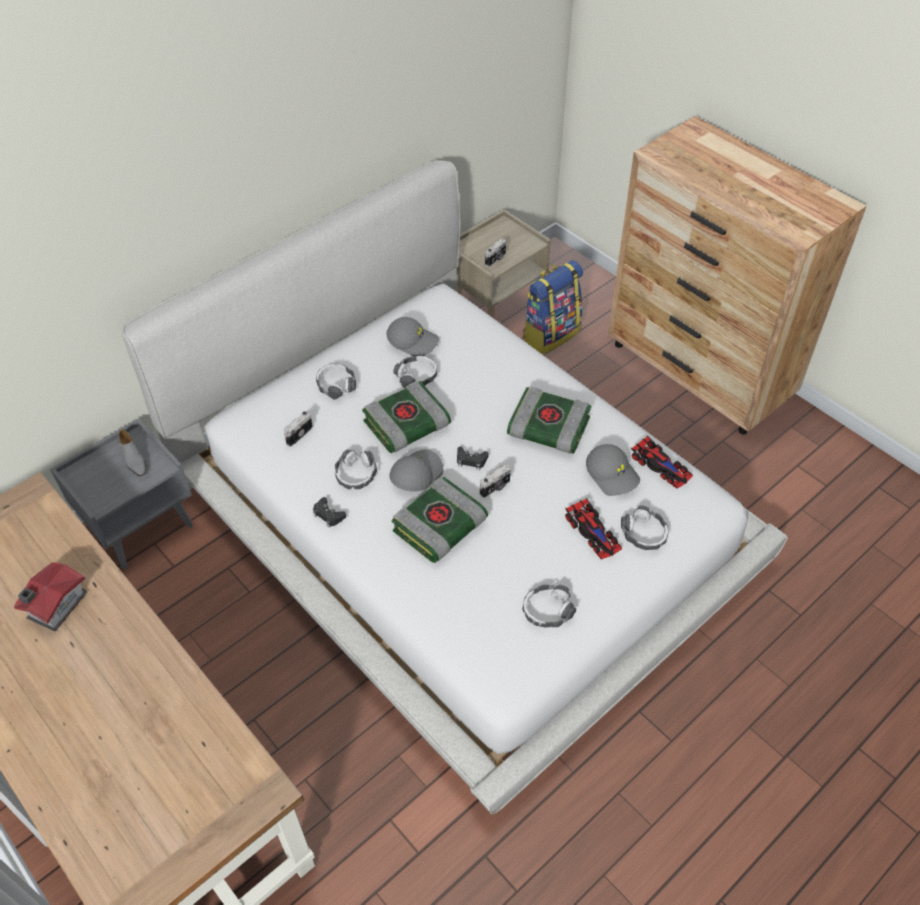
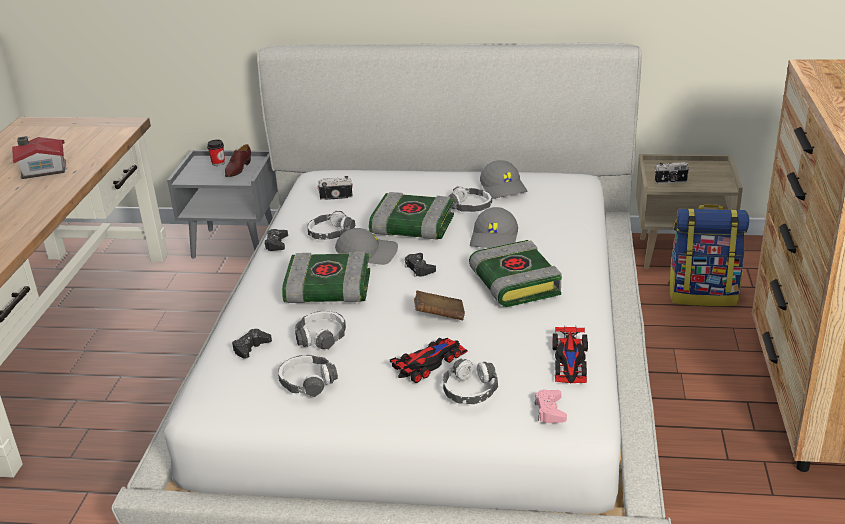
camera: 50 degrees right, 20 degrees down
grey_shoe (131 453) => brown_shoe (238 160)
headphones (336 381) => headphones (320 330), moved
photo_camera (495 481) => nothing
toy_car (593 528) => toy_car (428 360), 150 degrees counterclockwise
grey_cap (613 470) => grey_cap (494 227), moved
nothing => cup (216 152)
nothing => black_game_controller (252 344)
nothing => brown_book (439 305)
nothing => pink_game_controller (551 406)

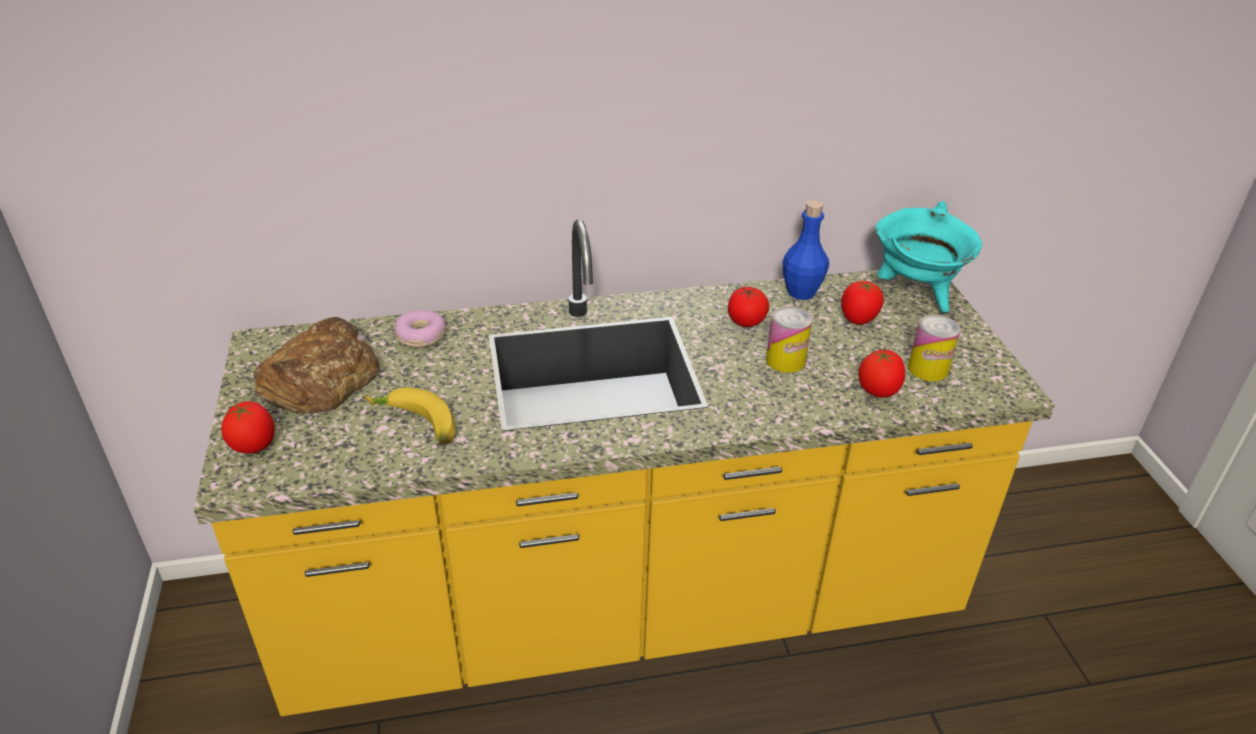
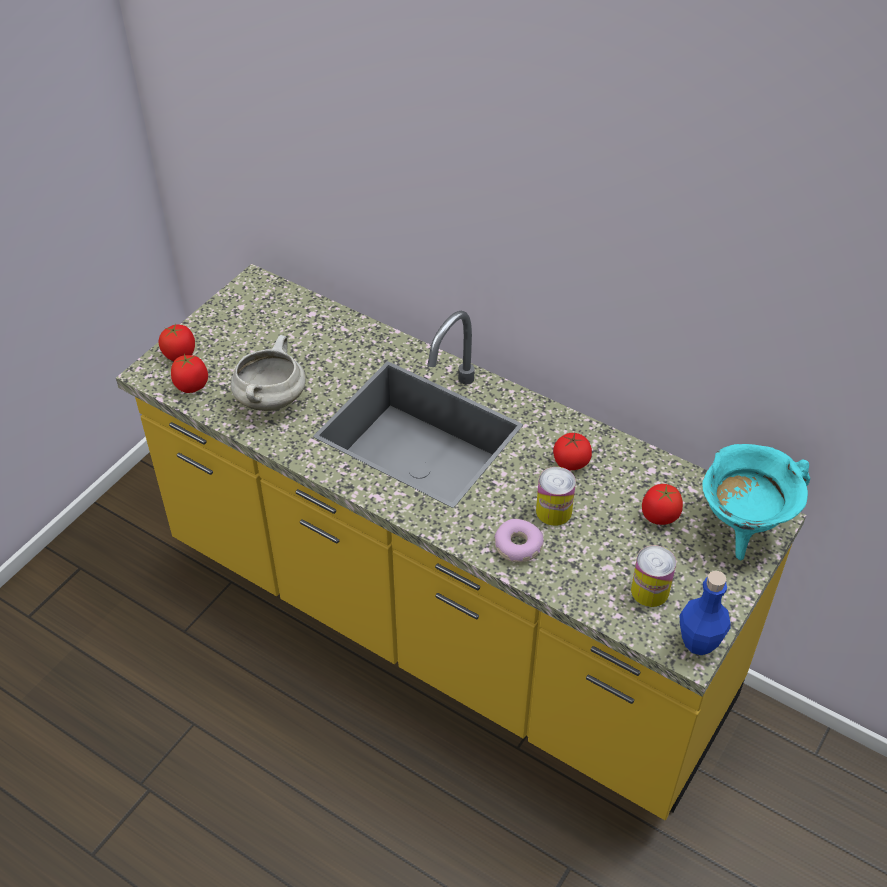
camera: 45 degrees right, 10 degrees up
bread (316 365) => nothing
banana (410 415) => white_cooking_pot (268 373)
donut (421 329) => donut (518 540), moved
blue_bottle (806 250) => blue_bottle (705 612), moved
tomato (881 373) => tomato (189 373), moved

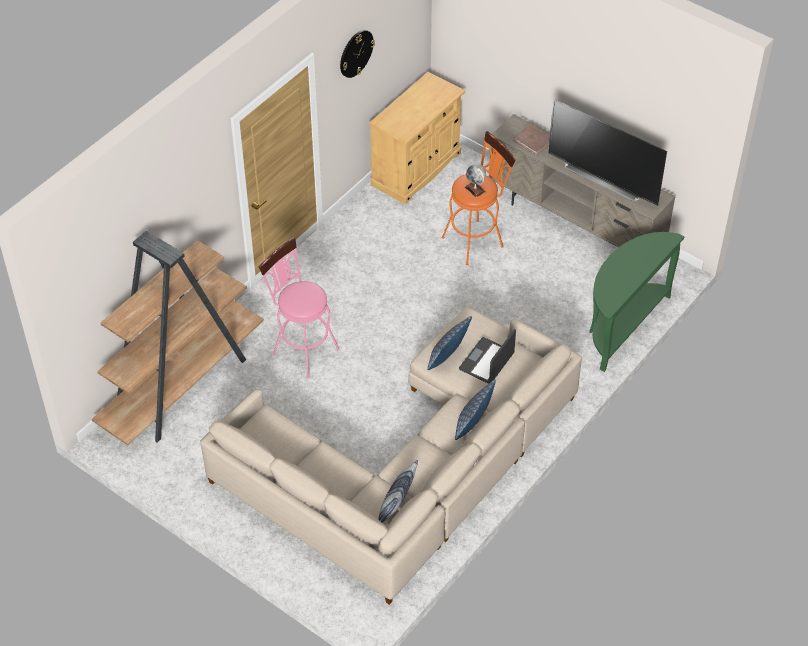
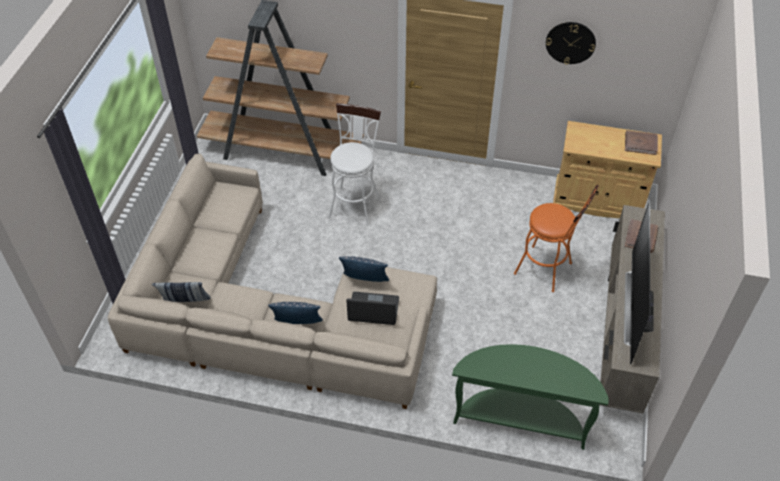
camera: 65 degrees right, 0 degrees up
pink_stool (299 307) => white_stool (355 164)
globe (475 180) => nothing
nothing => brown_book (641 142)

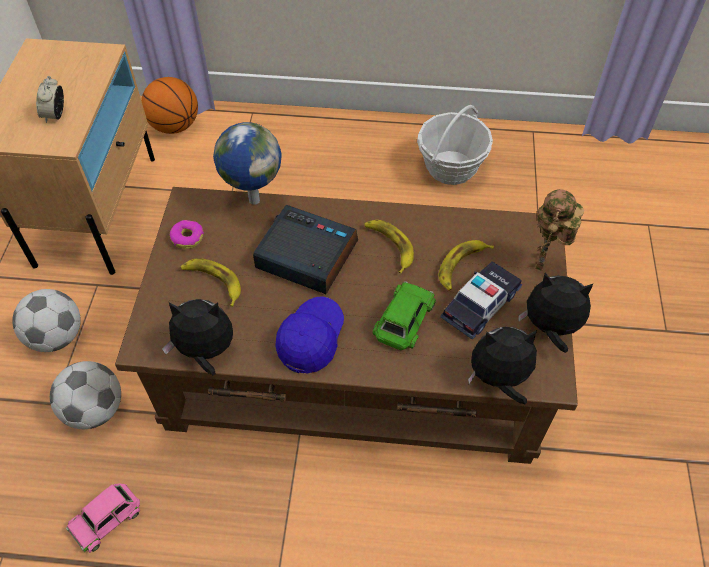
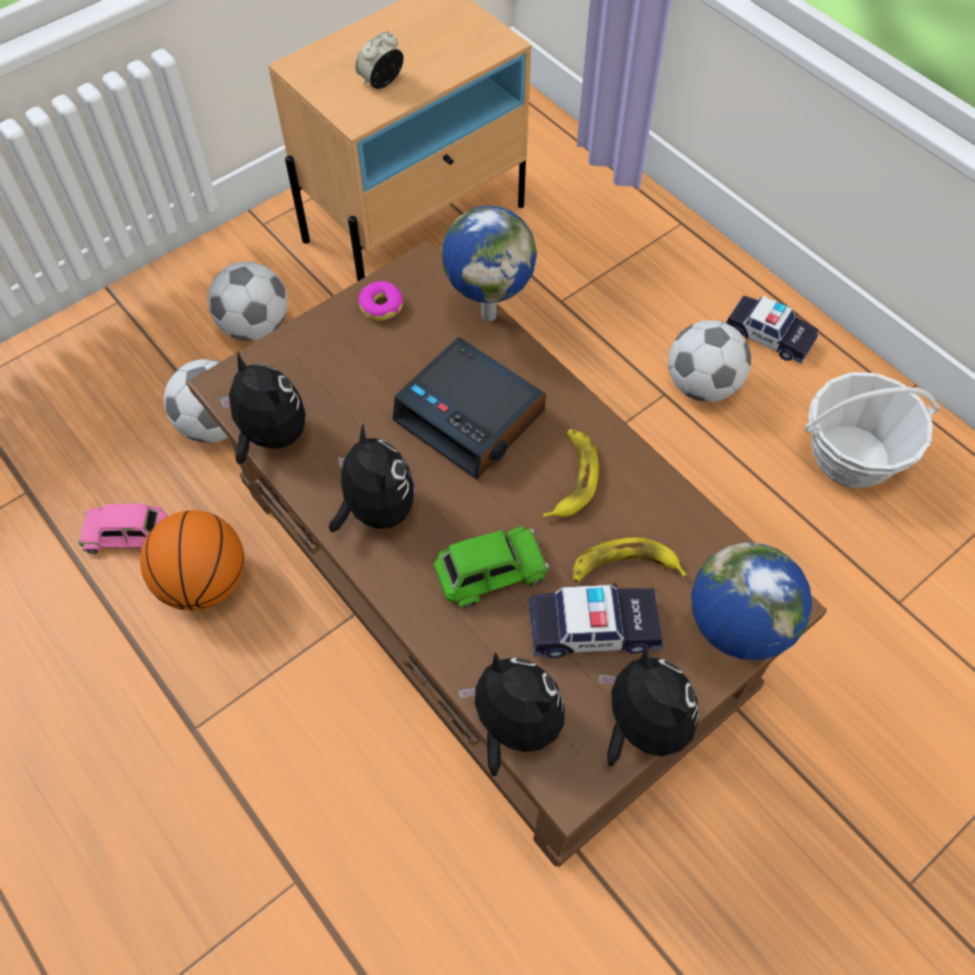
camera: 45 degrees right, 5 degrees up
basketball (169 105) => basketball (192 560), moved
banana (211 282) => nothing
alarm_clock (305 249) => alarm_clock (469 408), 150 degrees clockwise
blue_cap (309 335) => plush_toy (372 477)
toy_robot (559 230) => globe (751 601)
nothing => football (709 361)
nothing => toy_car (772 329)

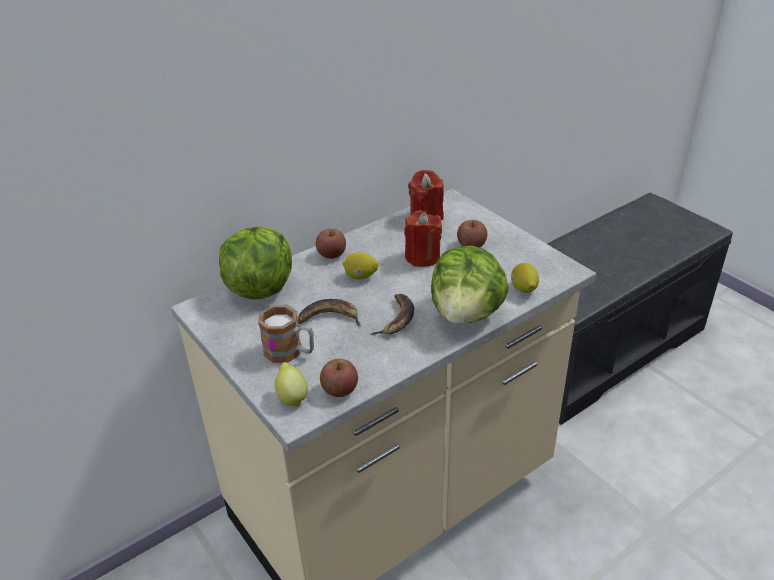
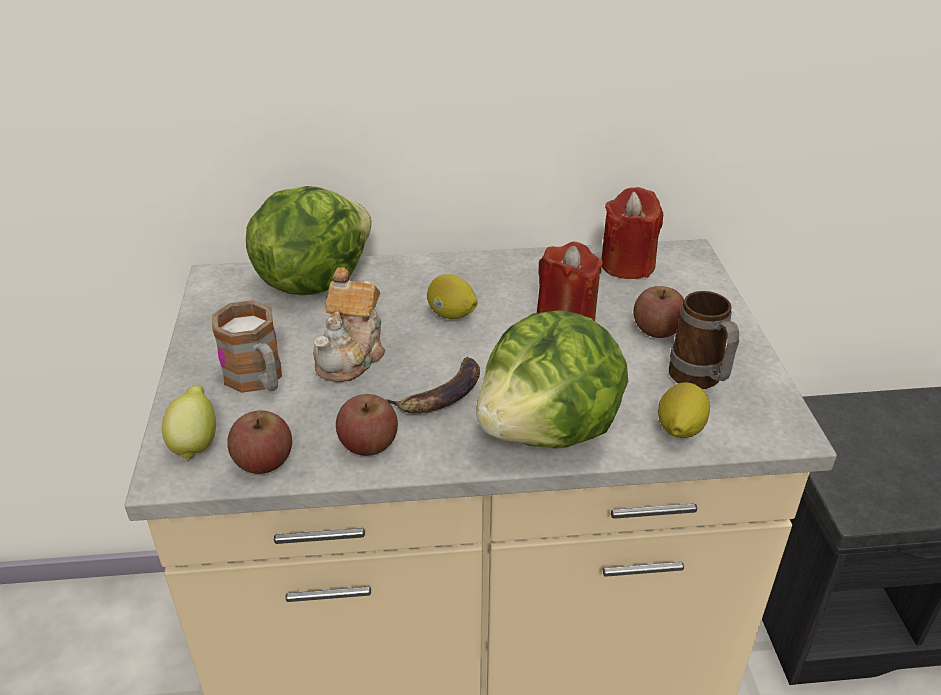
camera: 30 degrees right, 0 degrees up
banana (329 312) => teapot (349 324)
apple (331 244) => apple (367 425), moved
nothing => mug (704 340)

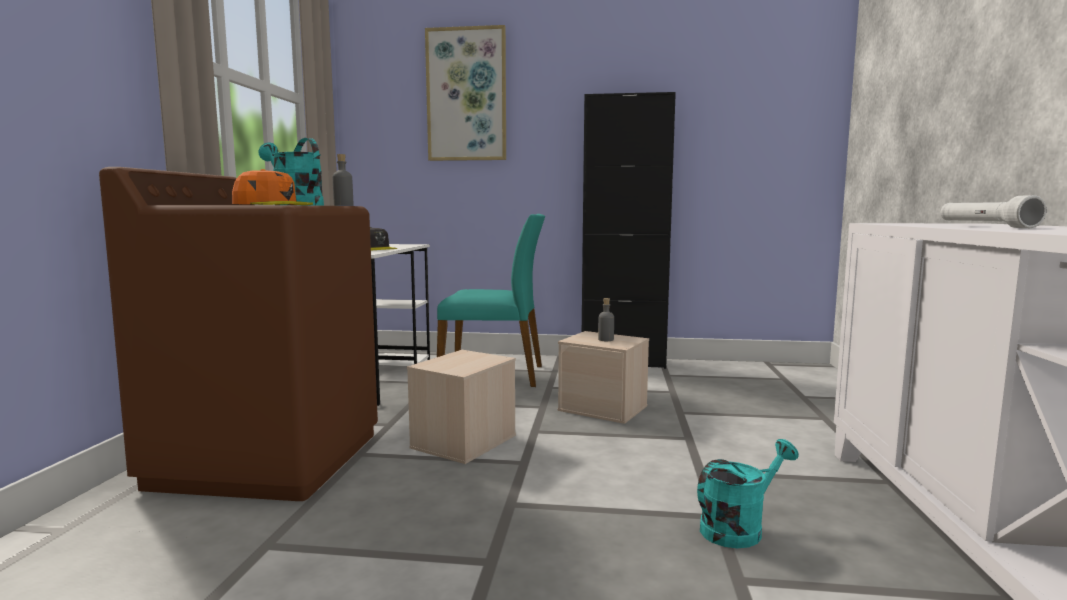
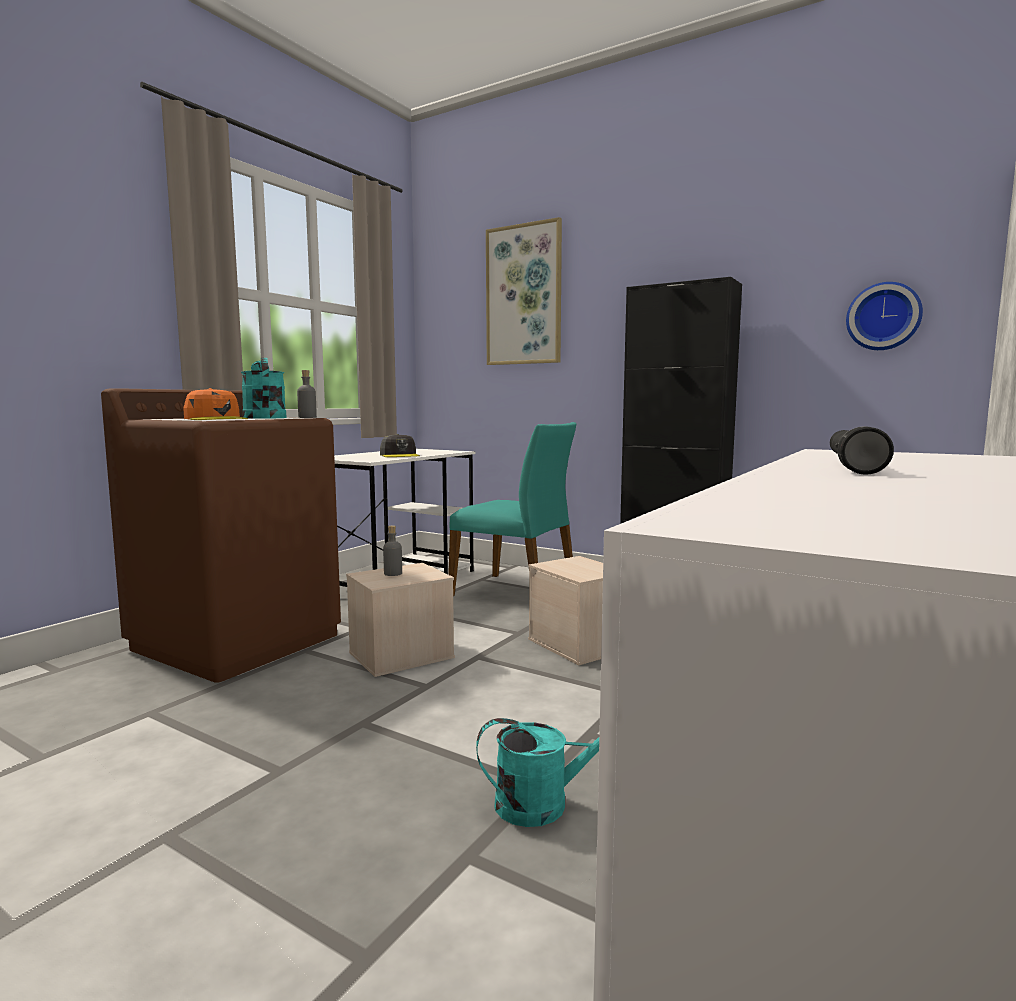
camera: 25 degrees right, 0 degrees up
grey_bottle (606 319) => grey_bottle (392 551), moved
white_flashlight (994 211) => black_flashlight (862 450)
nothing => wall_clock (884 316)

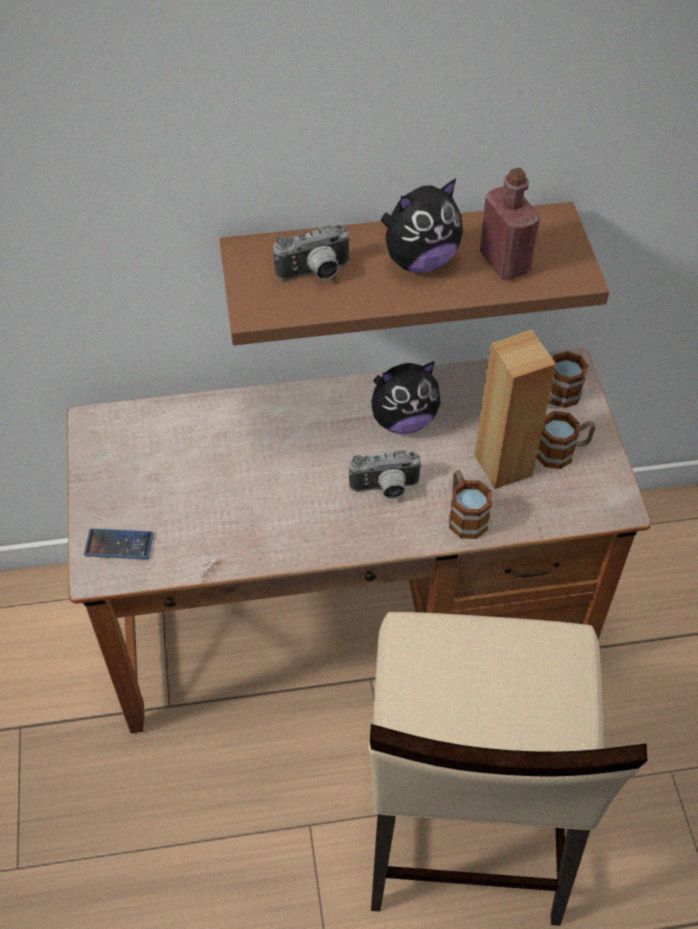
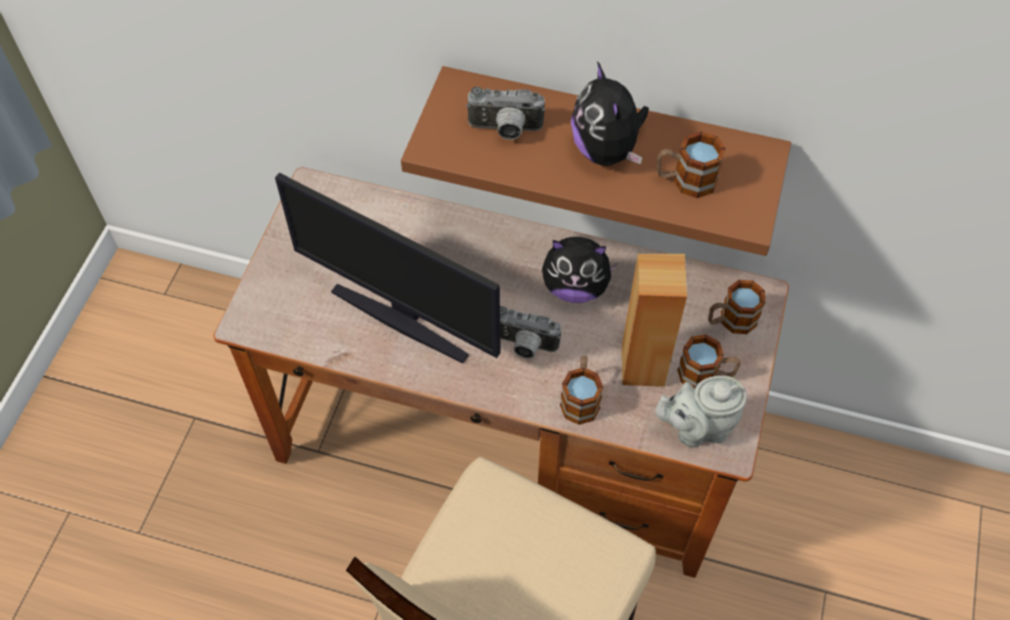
camera: 25 degrees right, 5 degrees up
phone (118 543) => nothing
plush_toy (421 226) => plush_toy (610 113), 75 degrees clockwise
red_bottle (510 223) => mug (691 164)
nothing => monitor (388 268)
nothing => grey_teapot (701 411)

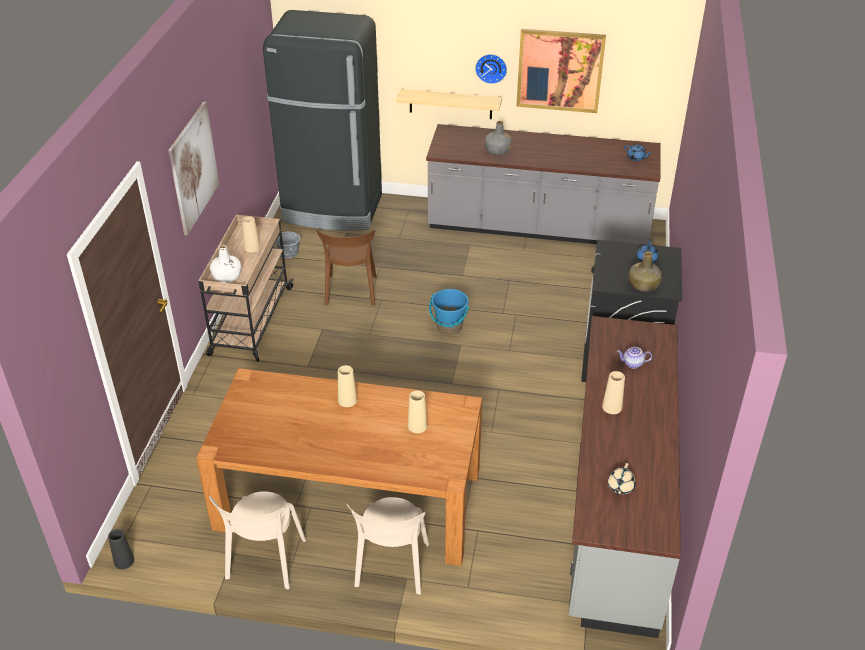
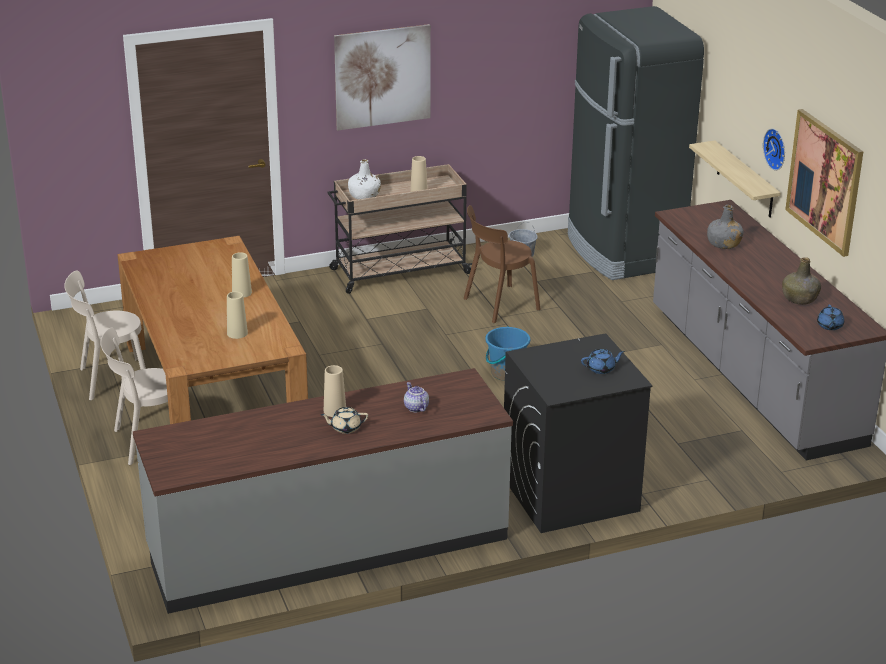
camera: 60 degrees right, 10 degrees down
black_vase (121 549) => nothing
beige_teapot (622 479) => beige_teapot (344 420), moved
green_bottle (645 271) => green_bottle (801 281), moved

